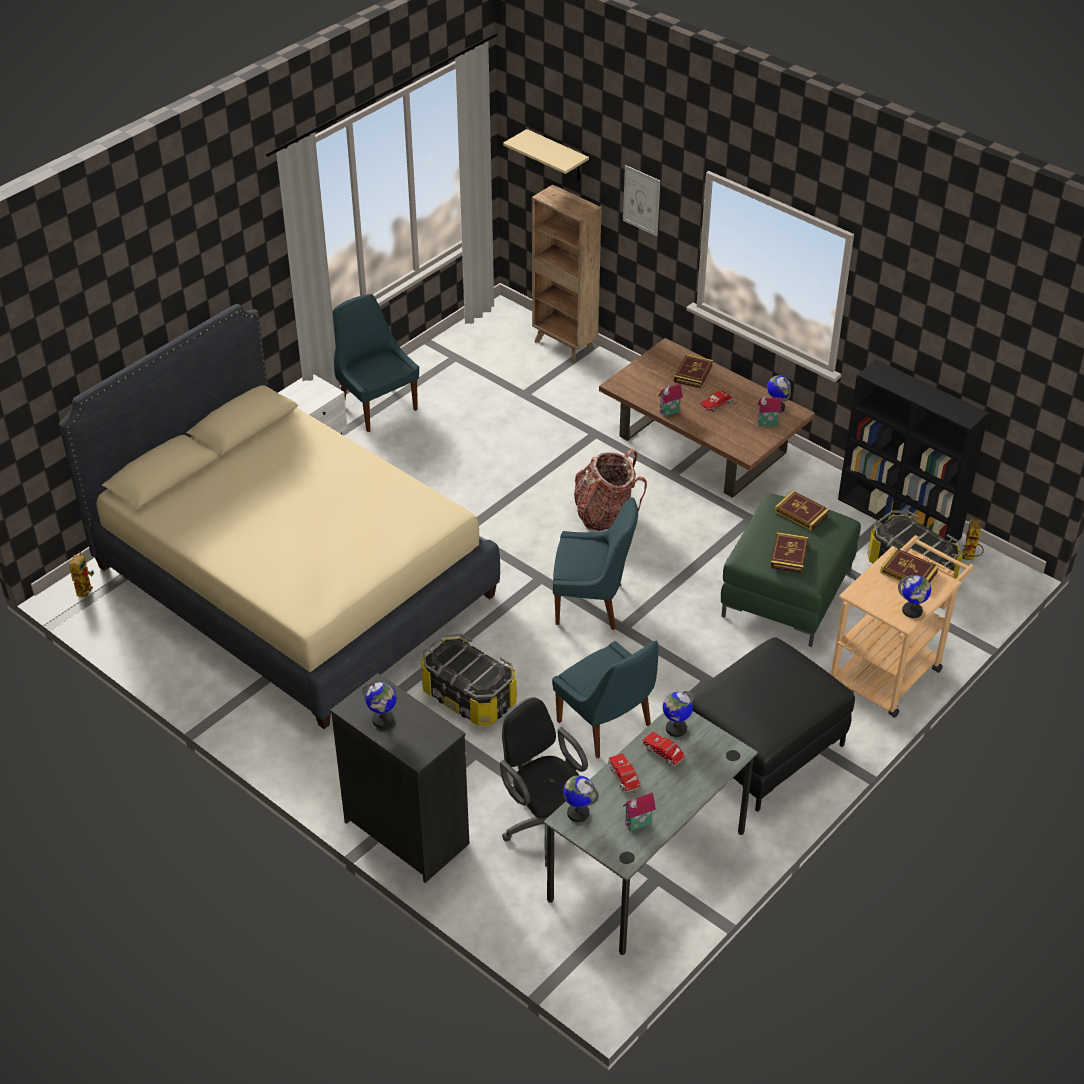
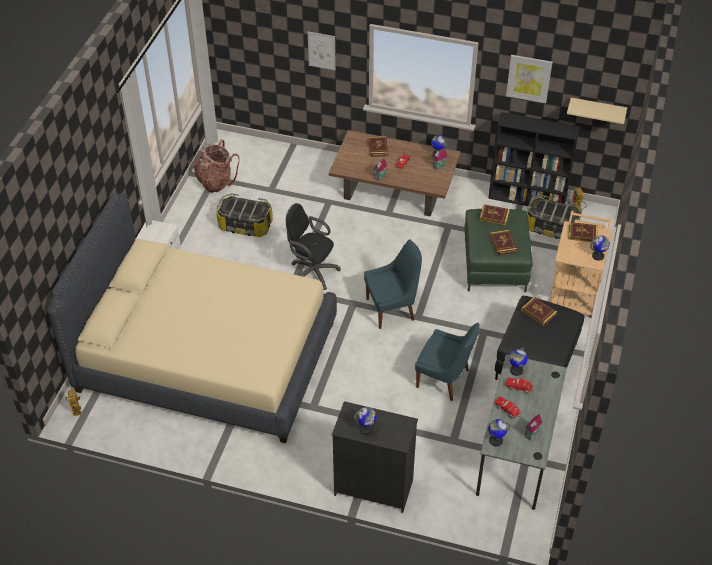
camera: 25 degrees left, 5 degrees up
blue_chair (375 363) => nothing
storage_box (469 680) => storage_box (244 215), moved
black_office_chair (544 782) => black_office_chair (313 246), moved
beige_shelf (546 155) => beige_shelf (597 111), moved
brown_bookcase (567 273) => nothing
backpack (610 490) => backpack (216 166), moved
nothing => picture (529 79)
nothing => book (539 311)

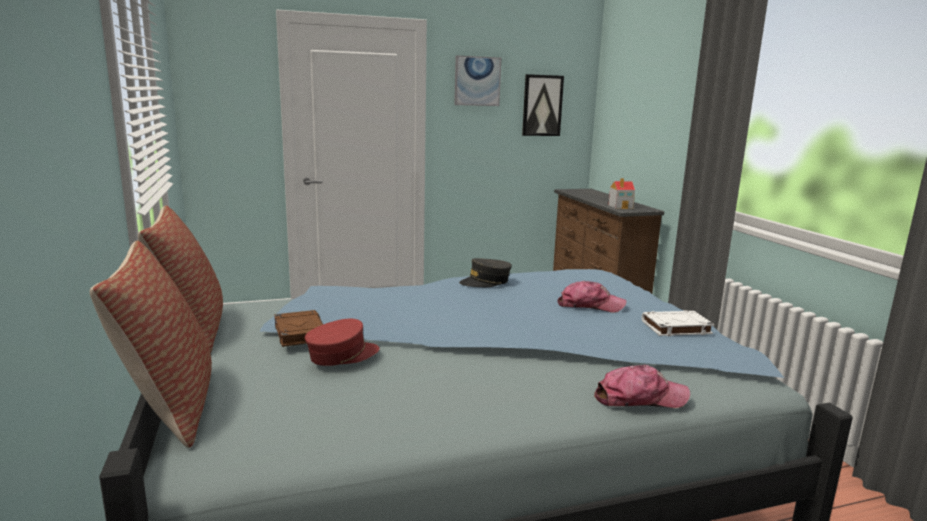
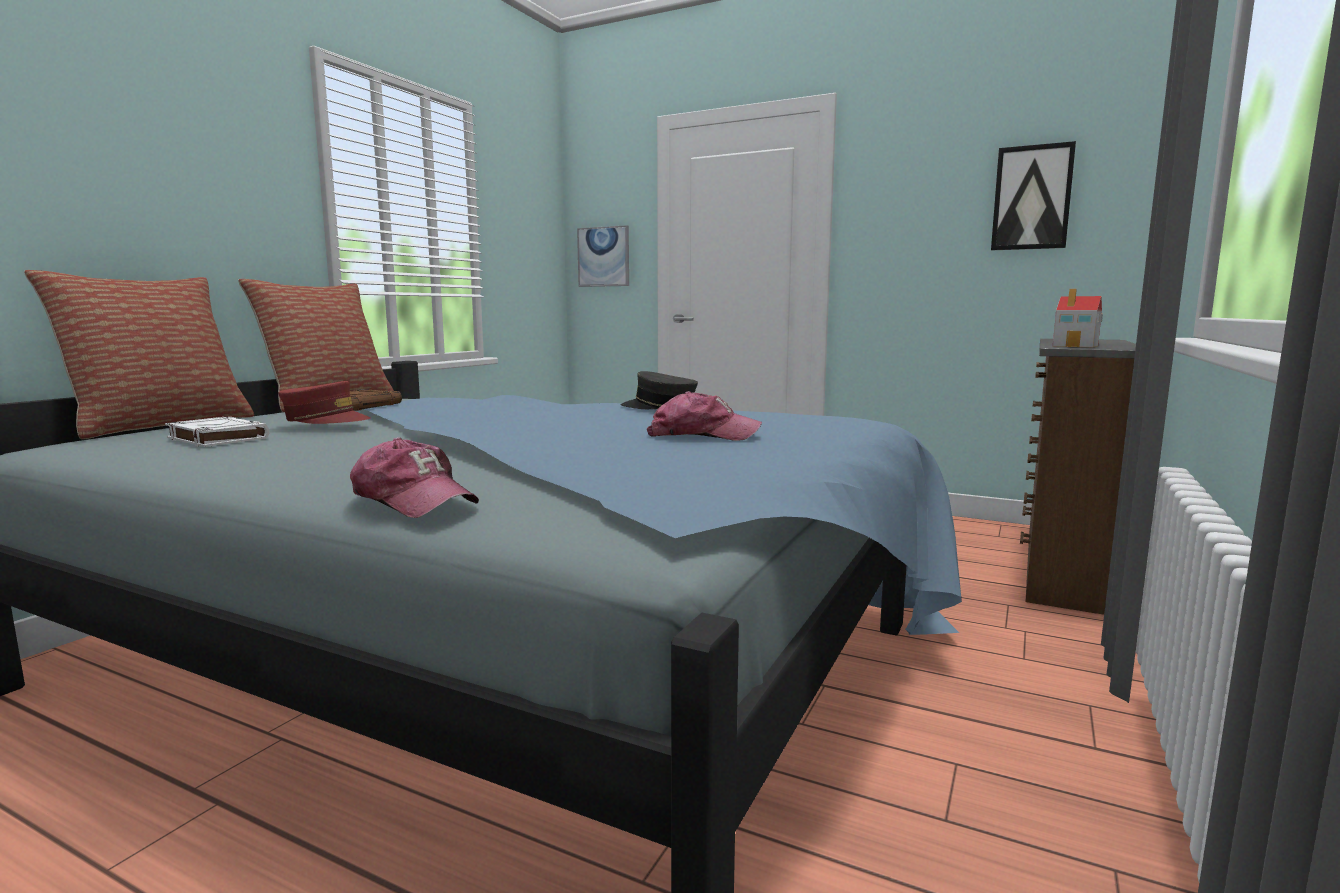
camera: 45 degrees right, 5 degrees down
picture (477 80) => picture (603 256), moved
cap (592 296) => cap (704 416), 45 degrees counterclockwise
white_book (678 323) => white_book (217 431), moved

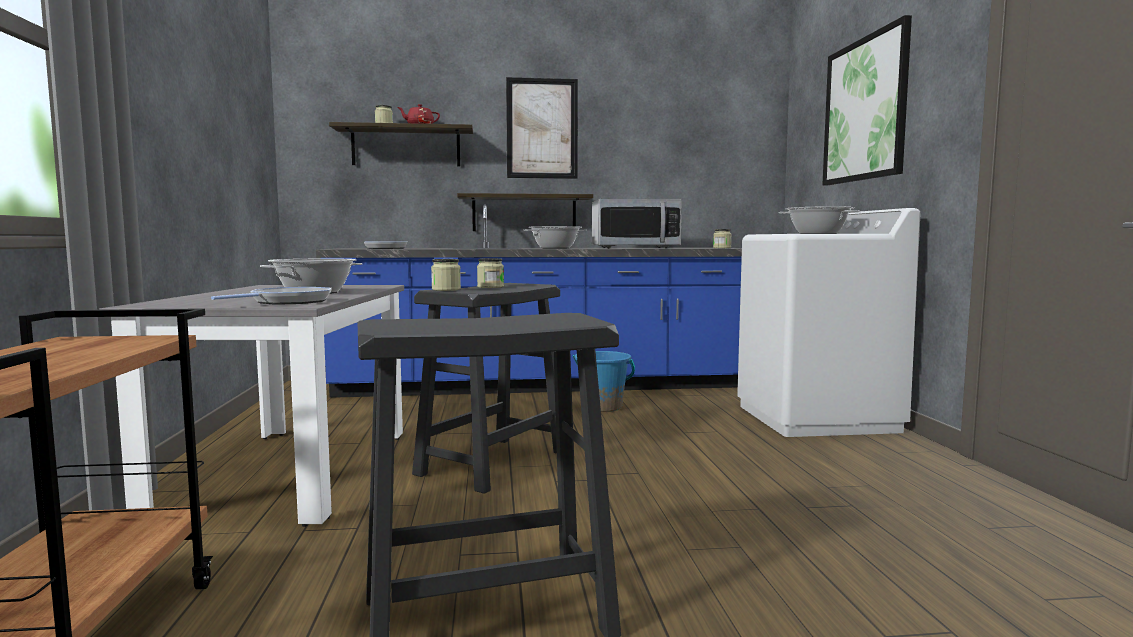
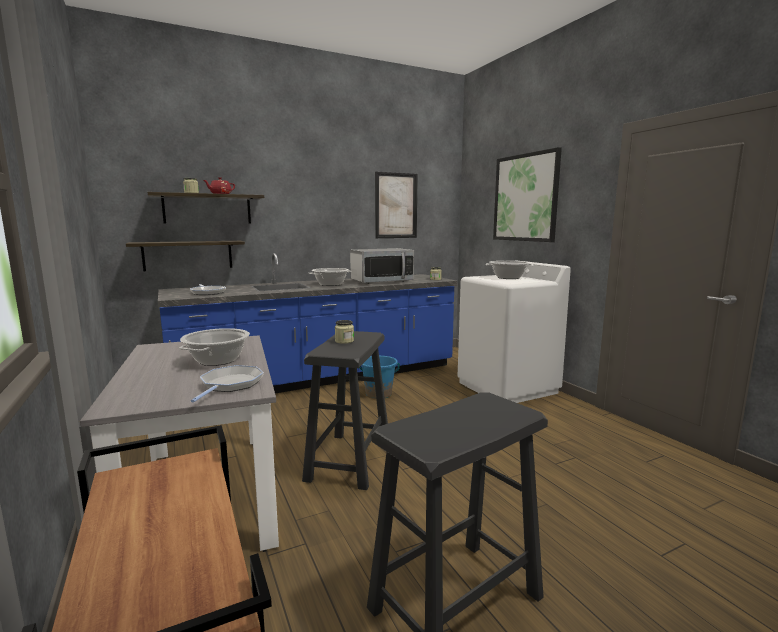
camera: 20 degrees left, 5 degrees up
jar (446 275) => nothing
shelf (525 212) => shelf (185 256), moved
picture (542 128) => picture (396 205), moved

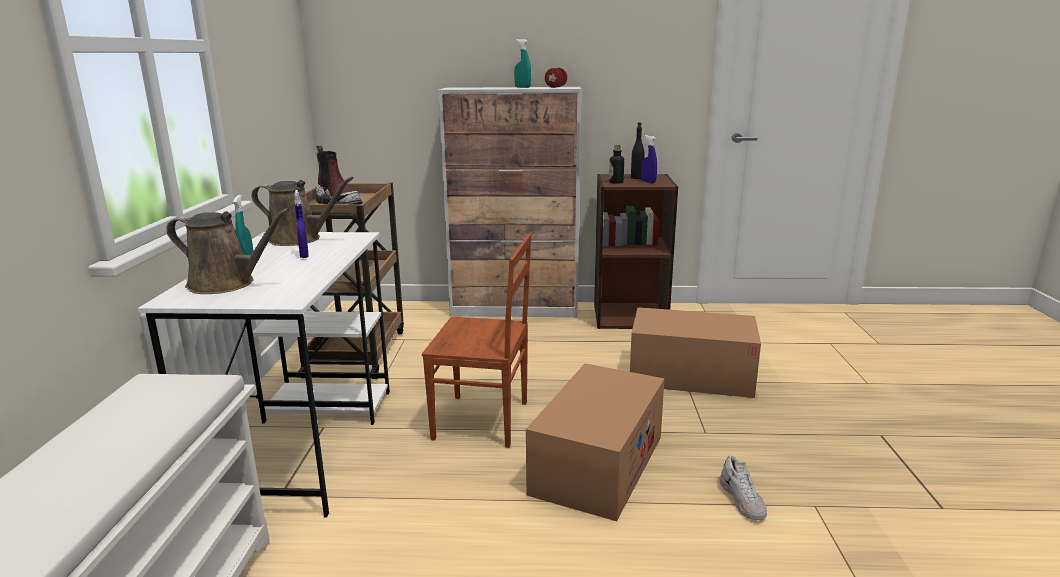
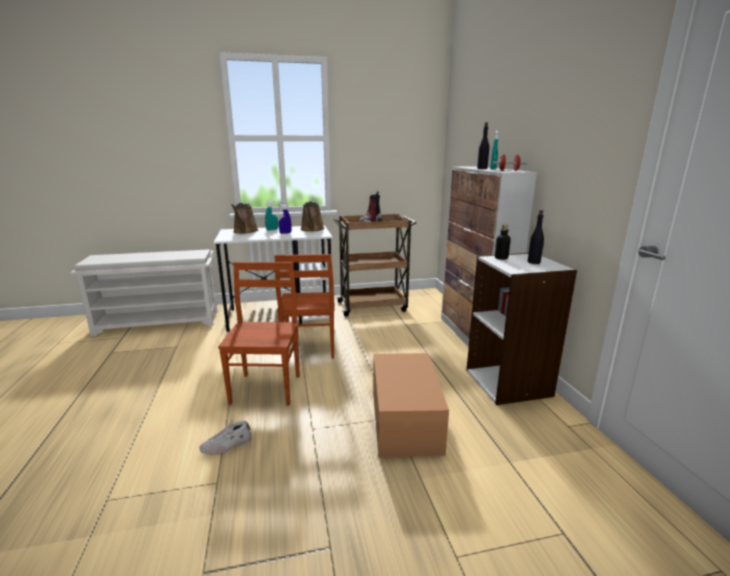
camera: 75 degrees right, 0 degrees up
cardboard_box (595 442) => brown_chair (259 334)
brown_bookcase (636 251) => white_bookcase (521 329)
blue_spray_bottle (649 159) => nothing
nothing => black_bottle (483 145)

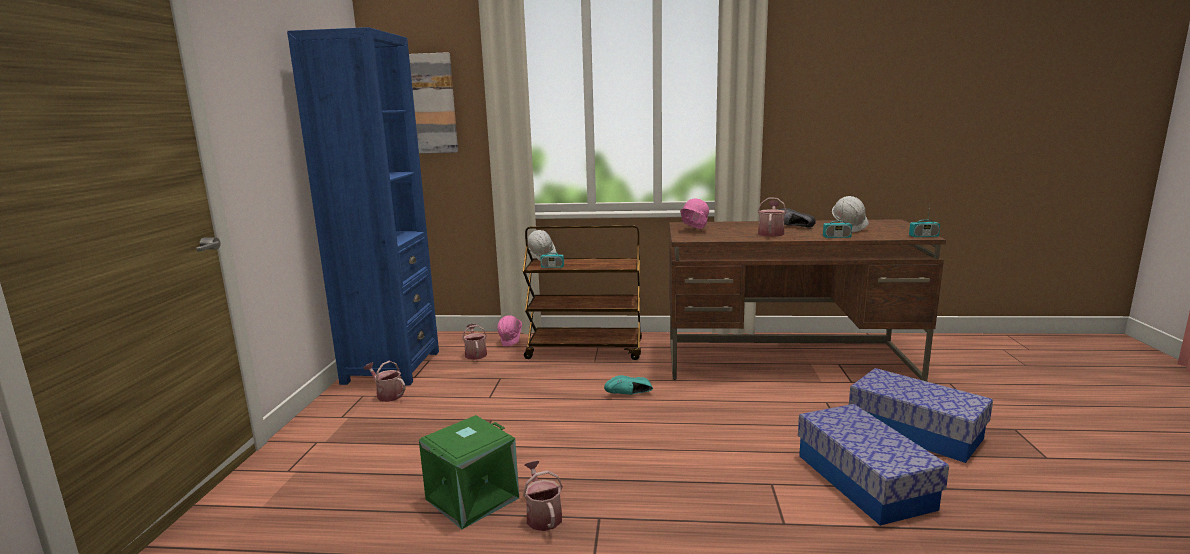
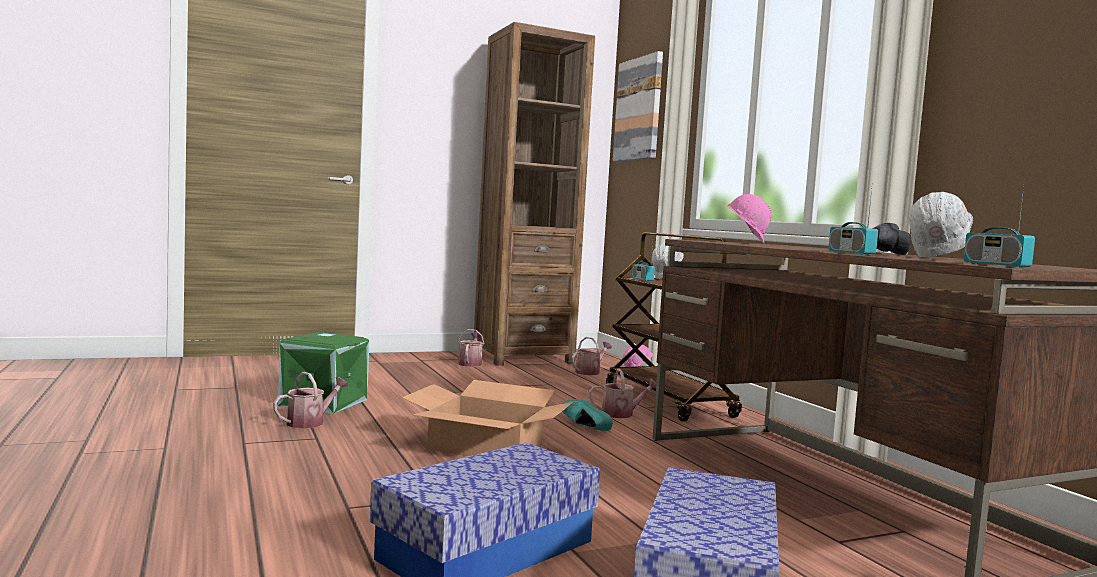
camera: 60 degrees right, 10 degrees down
blue_bookcase (363 206) => brown_bookcase (534 194)
watering_can (772 217) => watering_can (622 393), moved
nothing => cardboard_box (487 418)

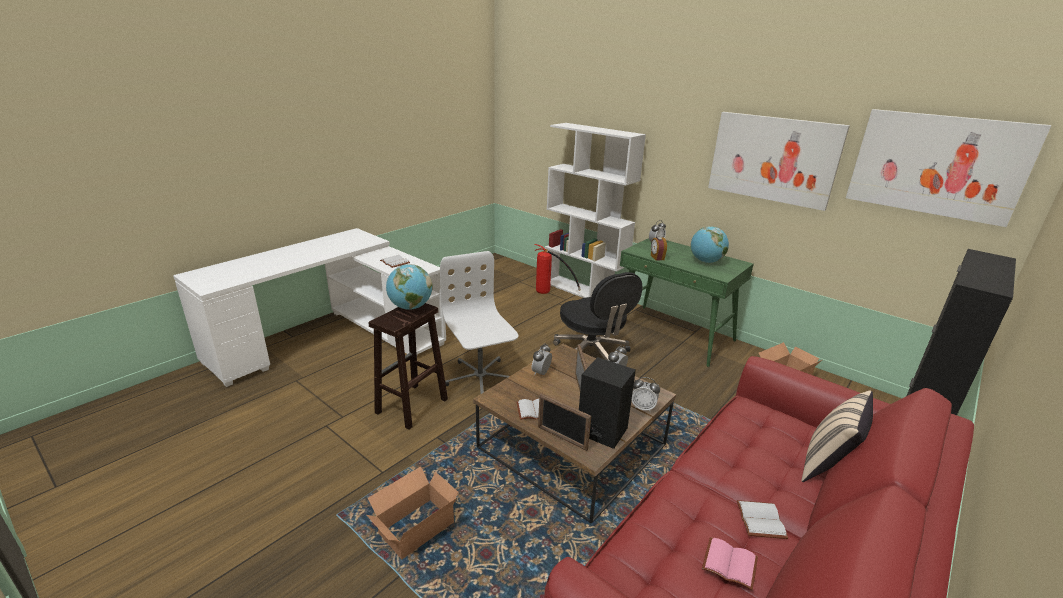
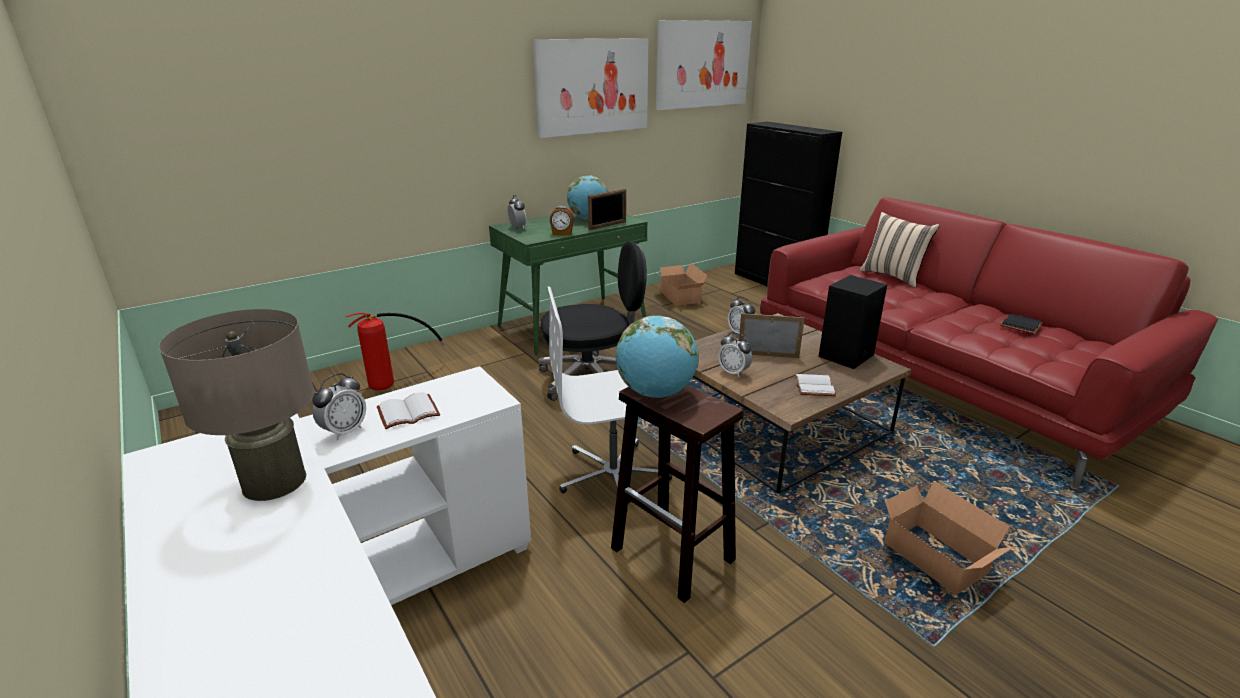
camera: 75 degrees left, 0 degrees up
picture_frame (564 422) => picture_frame (607 209), moved
white_bookcase (595 210) => nothing
alarm_clock (646 394) => alarm_clock (339 406), moved
pink_book (730 563) => black_book (1021 324)
white_book (762 519) => nothing
nothing => beige_table_lamp (236 405)

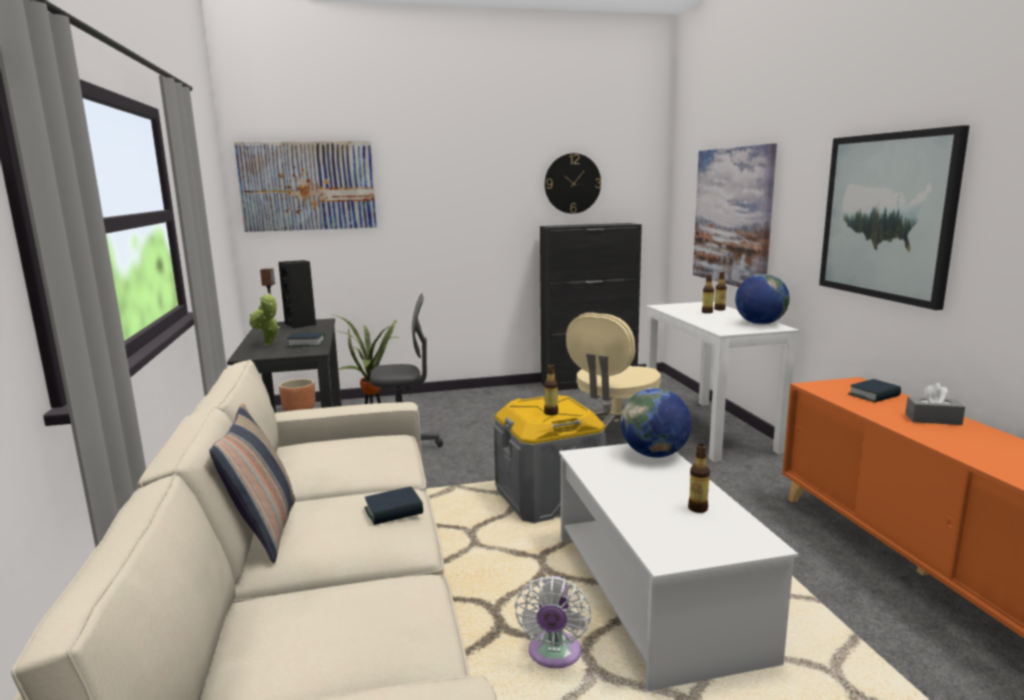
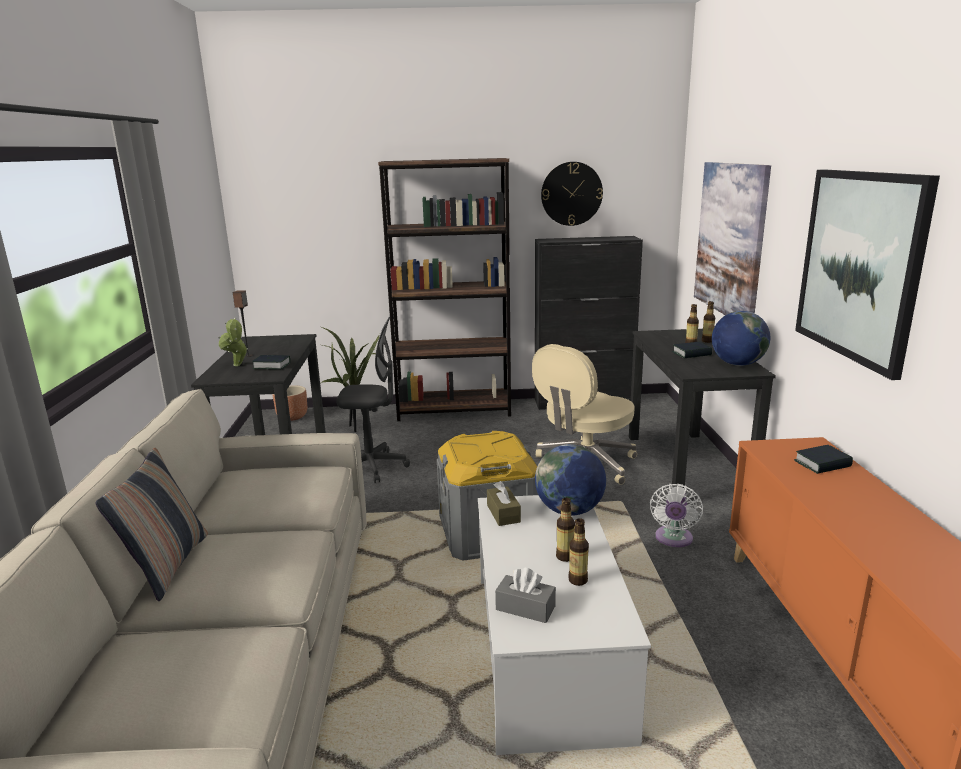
camera: 10 degrees right, 5 degrees up
picture (305 186) => nothing
black_speaker (297 294) => nothing
book (394 506) => book (692 350), moved
white_fan (553 622) => white_fan (676 515), moved
bottle (551 389) => bottle (565 530), moved
white_desk (722 382) => black_desk (702 408)
grey_tissue_box (935 404) => grey_tissue_box (525 595), moved
nothing => brown_bookcase (444 289)
nothing => brown_tissue_box (504 503)

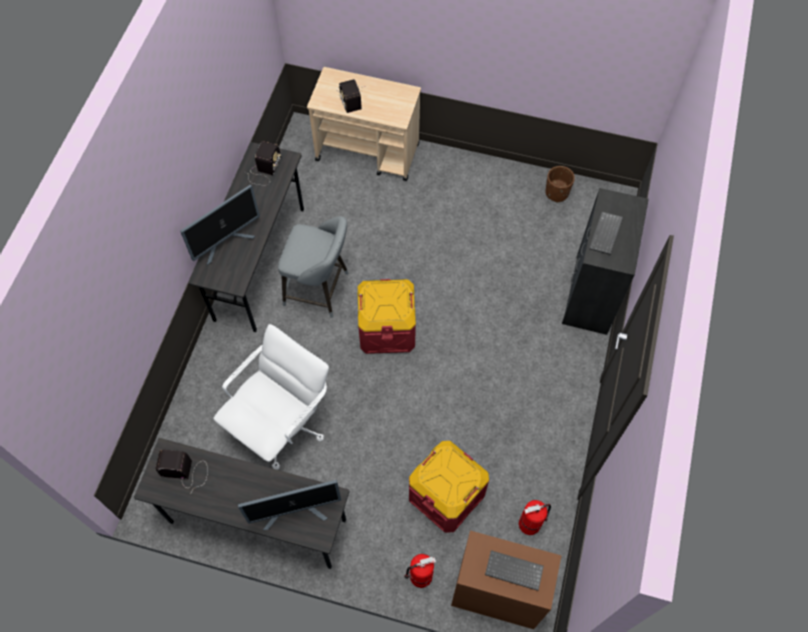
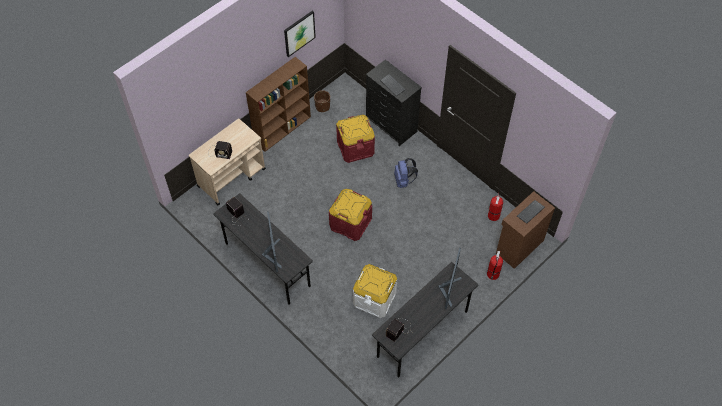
camera: 60 degrees left, 5 degrees down
white_office_chair (271 397) => white_storage_box (375 291)
grey_stool (313 267) => nothing
red_storage_box (449 487) => red_storage_box (355 138), moved
nothing => brown_bookcase (278 104)
nothing => picture (300 34)
nothing => blue_backpack (406 173)

